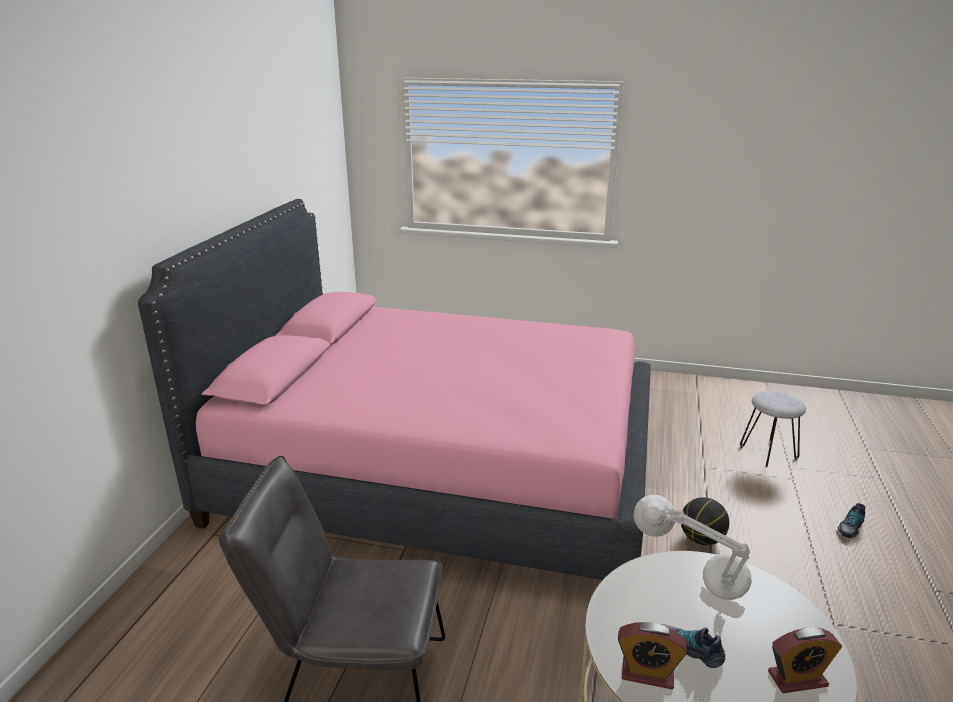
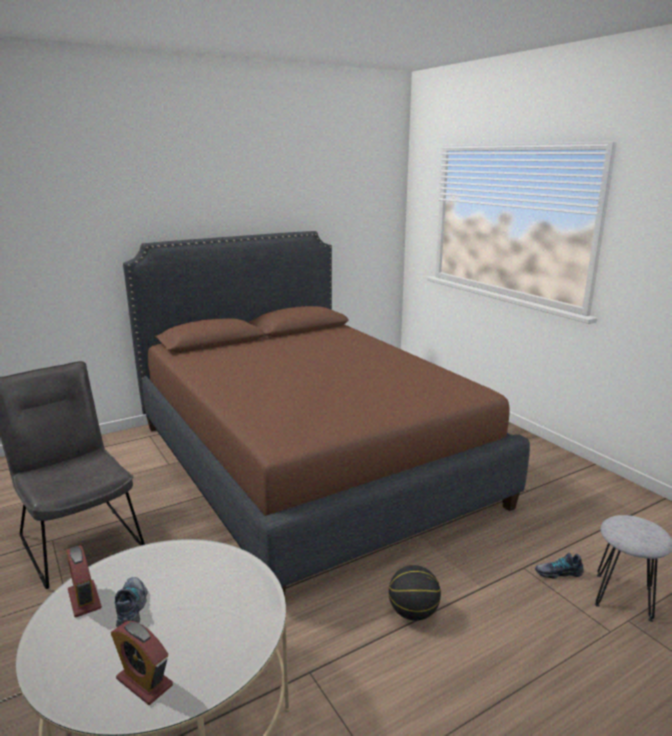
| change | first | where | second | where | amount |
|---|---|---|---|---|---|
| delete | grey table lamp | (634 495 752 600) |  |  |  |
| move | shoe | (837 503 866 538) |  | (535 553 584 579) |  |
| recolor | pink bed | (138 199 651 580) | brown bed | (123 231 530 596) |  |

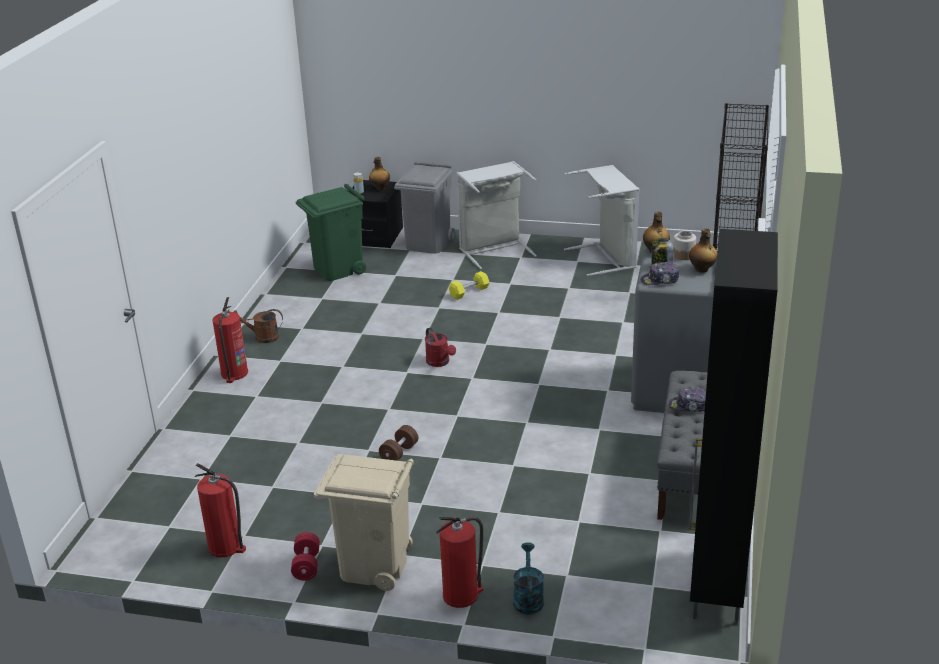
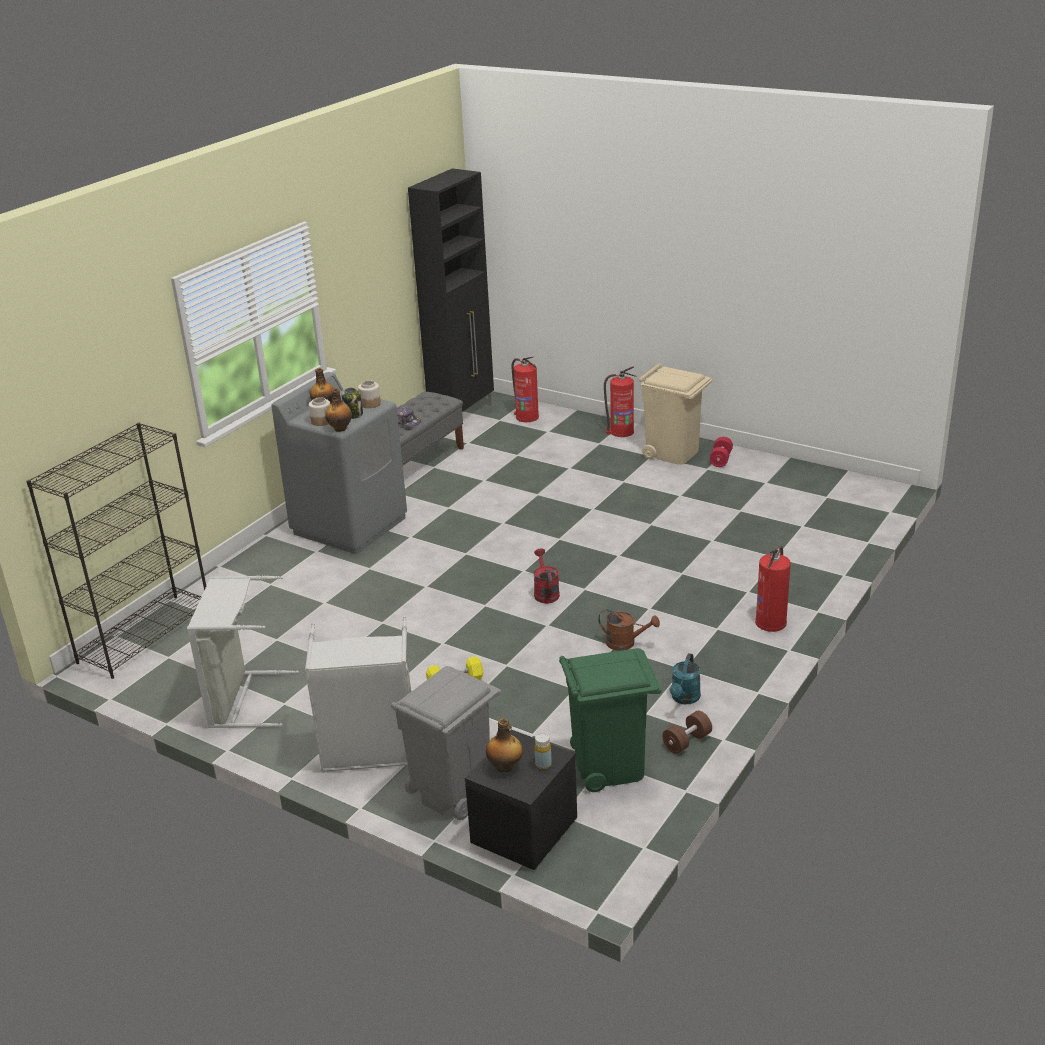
| change | first | where | second | where | amount |
|---|---|---|---|---|---|
| move | fire extinguisher | (195 463 246 558) |  | (512 357 539 422) |  |
| move | brown watering can | (233 309 283 343) |  | (598 609 660 651) |  |
| move | brown dumbbell | (379 425 418 461) |  | (662 711 712 754) |  |
| move | turquoise watering can | (513 542 544 614) |  | (670 653 701 704) |  |
| replace | cap | (641 262 679 285) | jar | (358 380 381 408) |  |

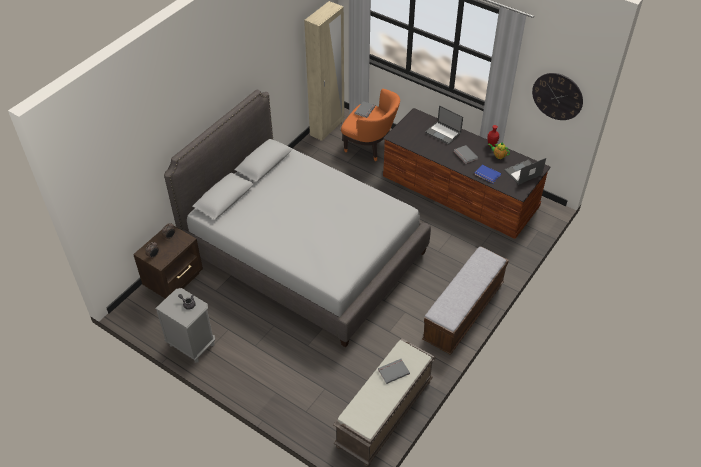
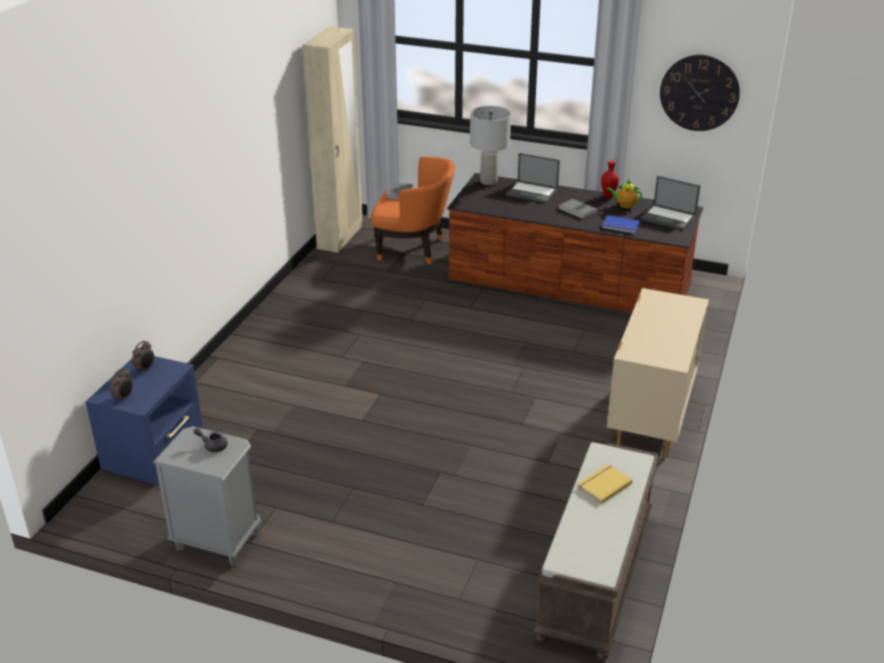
| change | first | where | second | where | amount |
|---|---|---|---|---|---|
| delete | grey bed | (164 90 431 347) |  |  |  |
| insert |  |  | grey table lamp | (470 106 511 185) |  |
| replace | bench | (422 246 509 355) | beige dresser | (607 288 709 458) |  |
| recolor | brown nightstand | (133 224 203 299) | blue nightstand | (86 356 203 485) |  |
| recolor | grey book | (378 359 410 384) | yellow book | (577 464 633 504) |  |
| rotate | laptop | (504 158 546 185) |  | (641 176 700 230) | 105 degrees counterclockwise |

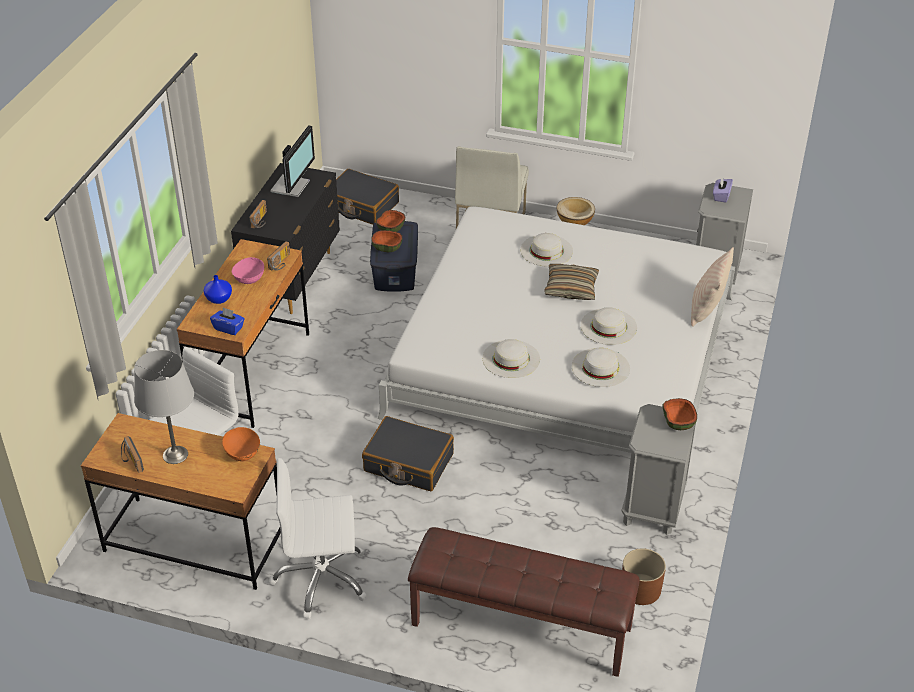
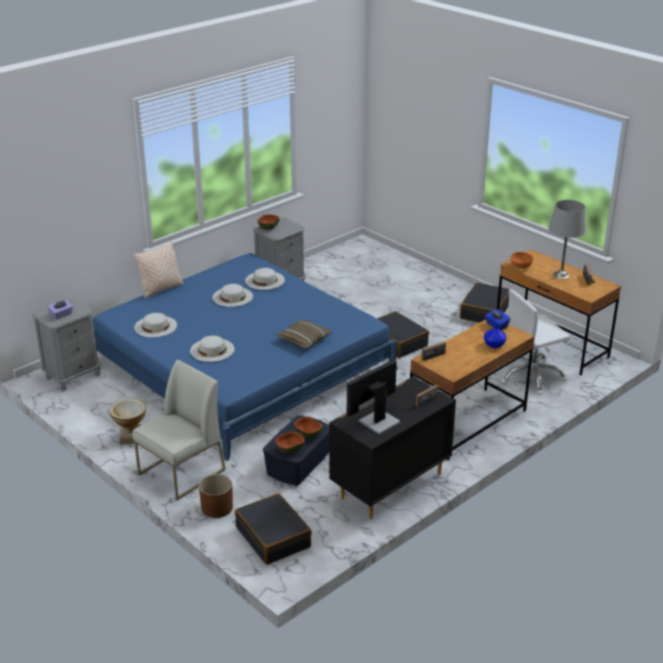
| change | first | where | second | where | amount |
|---|---|---|---|---|---|
| delete | pink bowl | (231 257 264 284) |  |  |  |
| delete | brown bench | (408 527 640 677) |  |  |  |
| move | white hat | (482 339 540 378) |  | (134 313 177 337) |  |
| move | pillow | (544 264 599 300) |  | (276 320 331 349) |  |
| move | brown planter | (622 548 666 605) |  | (199 474 233 518) |  |
| replace | white office chair | (269 458 367 619) | black suitcase | (460 282 509 323) |  |
| recolor | white bed | (378 206 735 485) | blue bed | (93 253 398 461) |  |

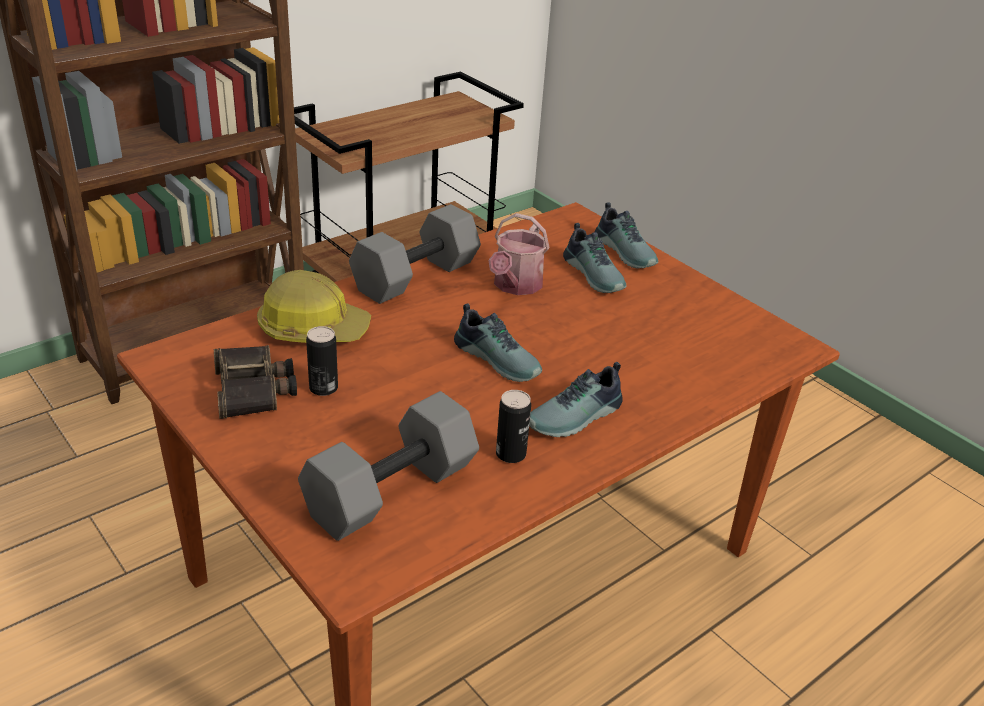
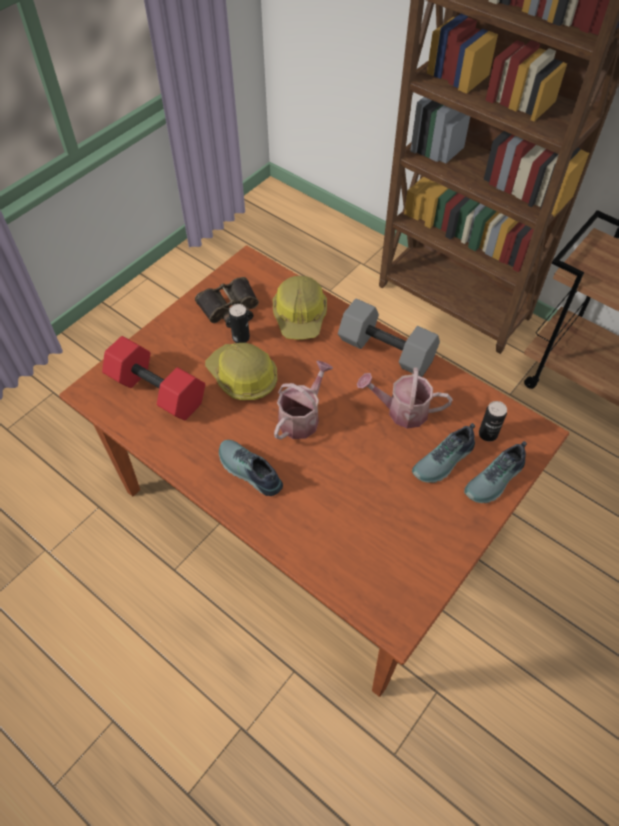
| change | first | where | second | where | amount |
|---|---|---|---|---|---|
| insert |  |  | hard hat | (205 343 277 400) |  |
| move | can | (496 390 531 463) |  | (479 401 507 442) |  |
| replace | shoe | (454 303 542 382) | watering can | (274 361 333 440) |  |
| recolor | grey dumbbell | (298 391 479 541) | red dumbbell | (102 336 205 420) |  |

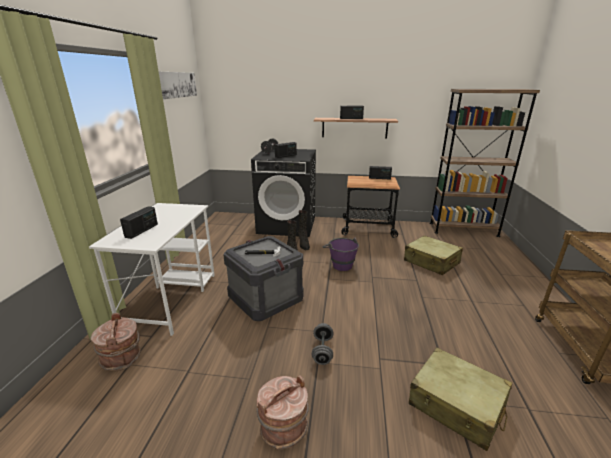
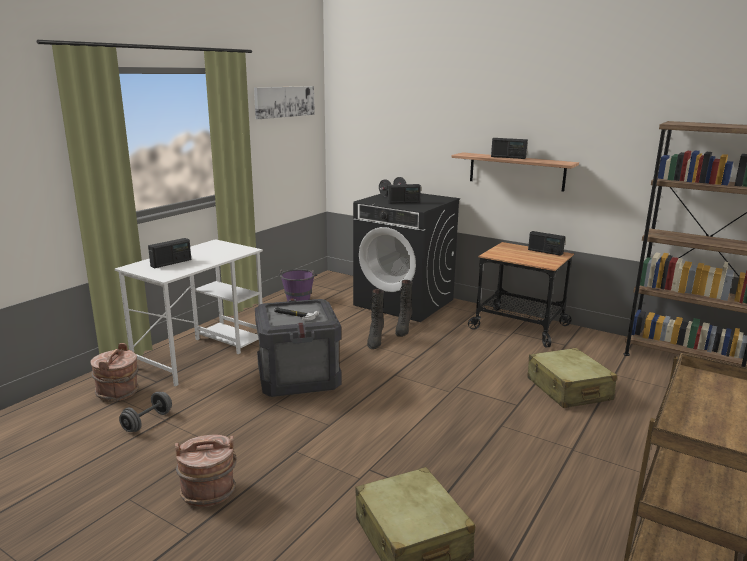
| change | first | where | second | where | amount |
|---|---|---|---|---|---|
| move | grey dumbbell | (312 323 333 365) |  | (119 392 172 432) |  |
| move | purple bucket | (323 238 359 271) |  | (279 269 318 301) |  |

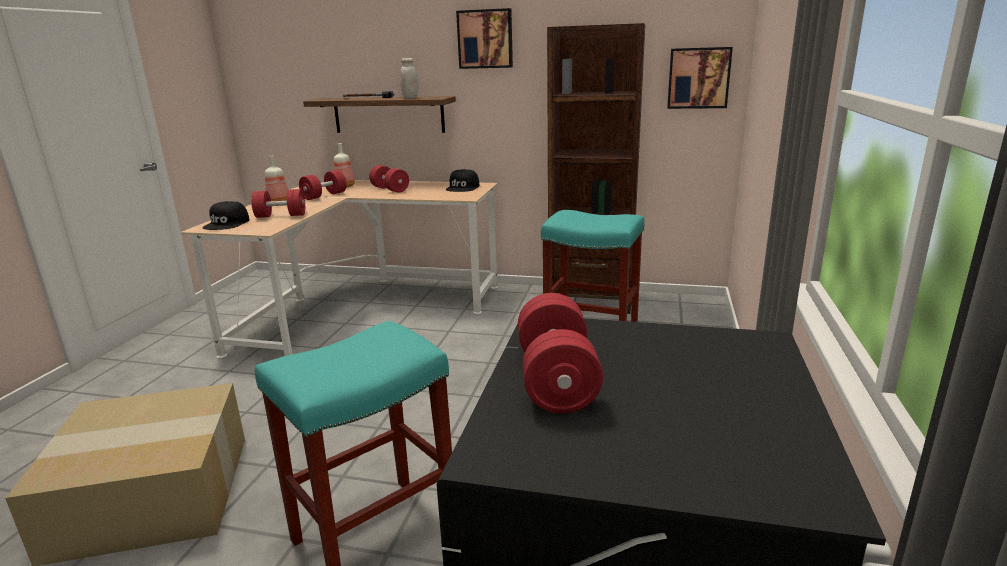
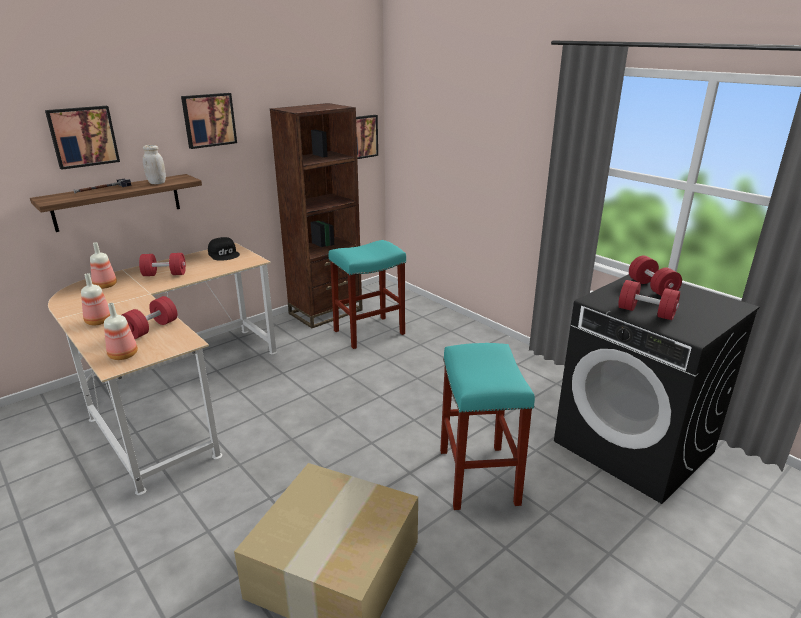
| change | first | where | second | where | amount |
|---|---|---|---|---|---|
| insert |  |  | picture | (45 106 120 170) |  |
| move | red dumbbell | (299 170 347 200) |  | (629 256 682 296) |  |
| replace | black cap | (203 201 249 230) | bottle | (104 303 138 360) |  |

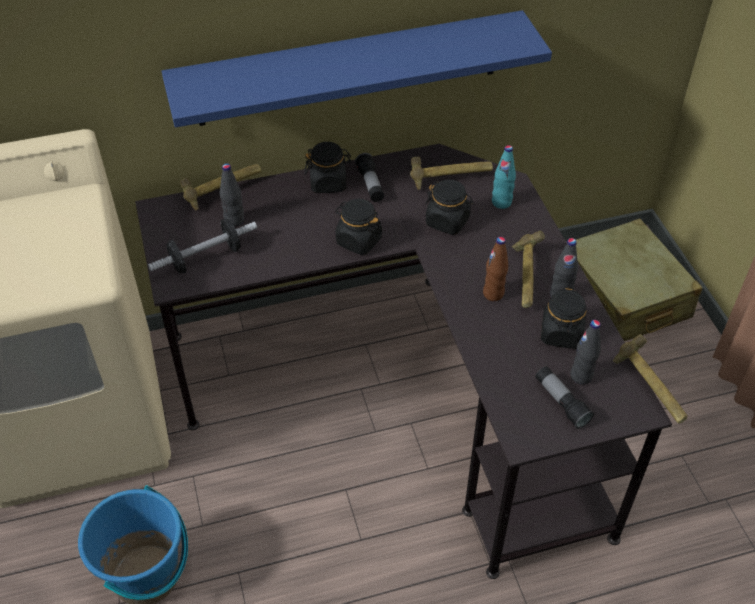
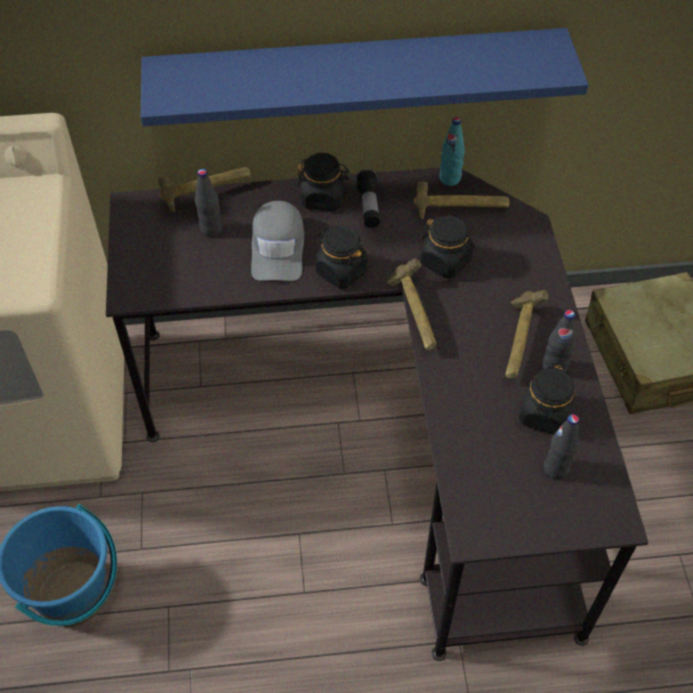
| change | first | where | second | where | amount |
|---|---|---|---|---|---|
| delete | dumbbell | (148 219 257 274) |  |  |  |
| delete | brown bottle | (483 237 508 301) |  |  |  |
| delete | flashlight | (535 366 594 429) |  |  |  |
| insert |  |  | grey cap | (251 201 304 281) |  |
| move | turquoise bottle | (492 145 516 209) |  | (439 117 465 186) |  |
| move | hammer | (613 334 687 424) |  | (387 258 436 350) |  |

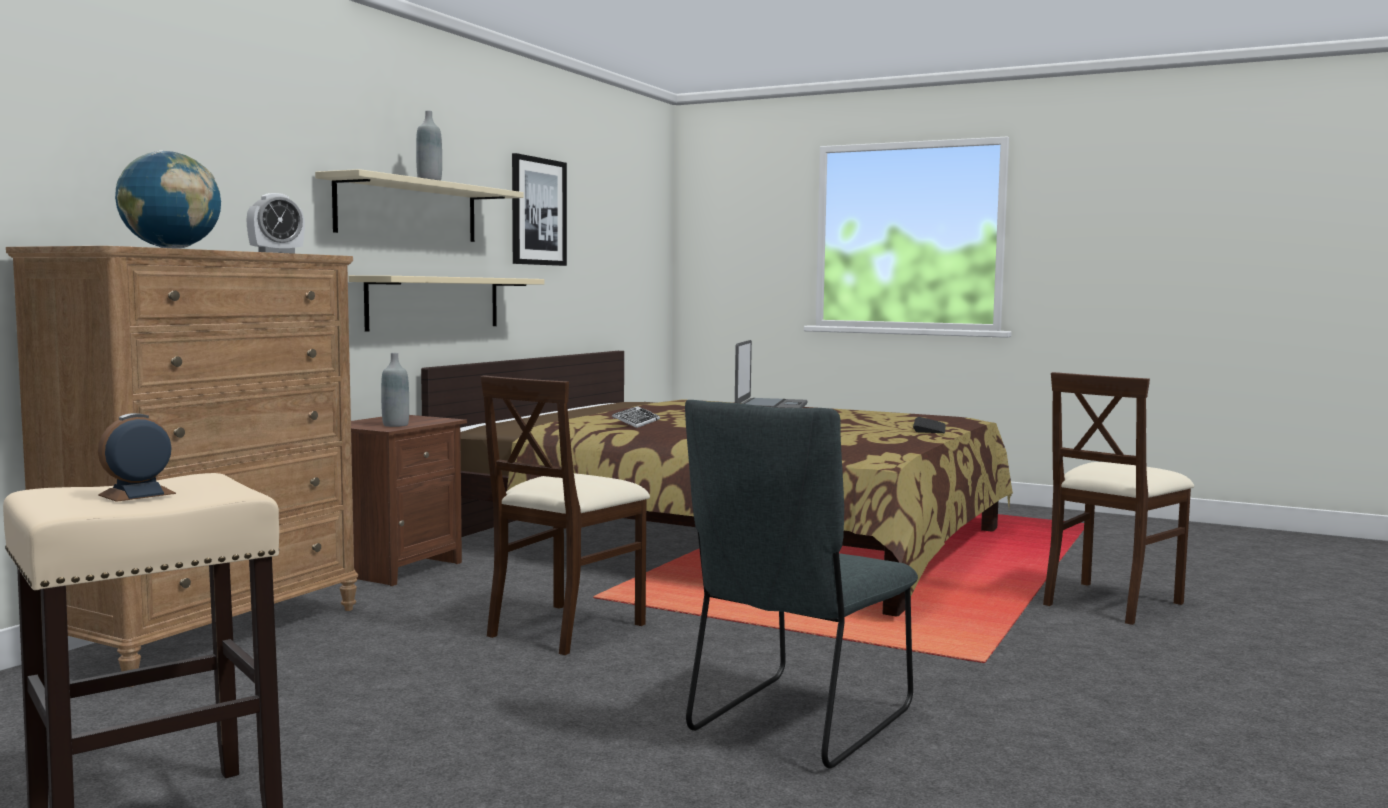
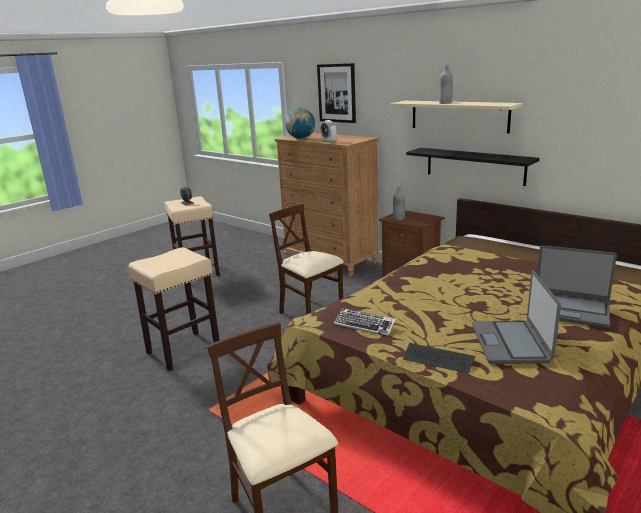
| change | first | where | second | where | amount |
|---|---|---|---|---|---|
| insert |  |  | laptop | (472 270 561 364) |  |
| move | picture | (512 153 567 266) |  | (317 63 356 123) |  |
| move | keyboard | (612 406 660 428) |  | (334 308 396 336) |  |
| replace | grey chair | (685 400 918 769) | beige stool | (128 247 220 371) |  |
| recolor | beige shelf | (348 275 544 332) | black shelf | (406 148 540 186) |  |

